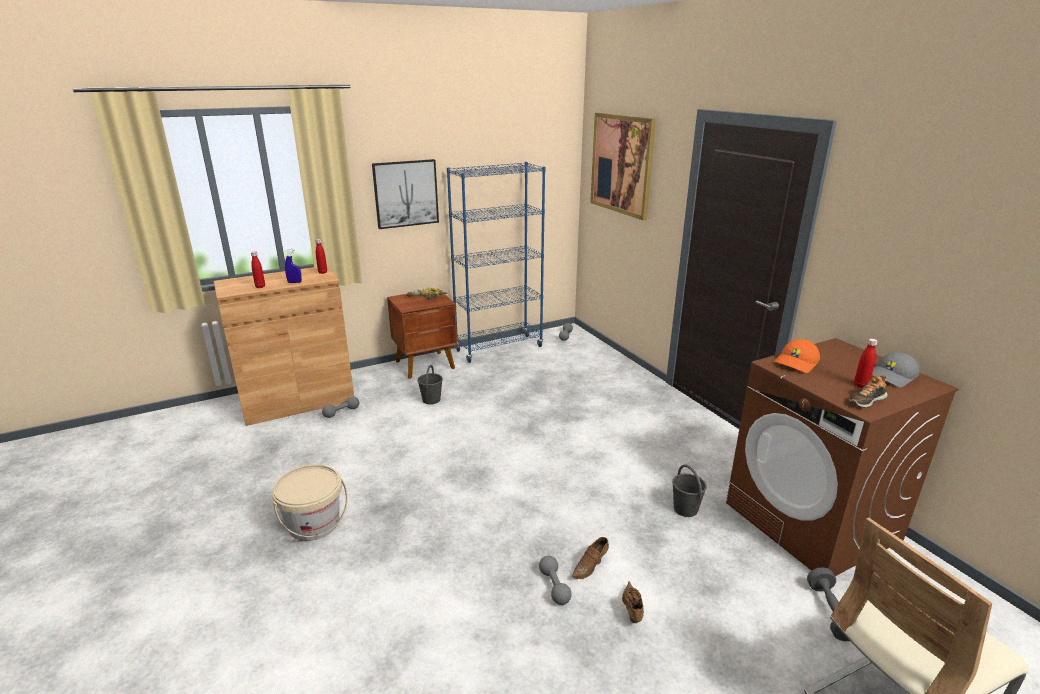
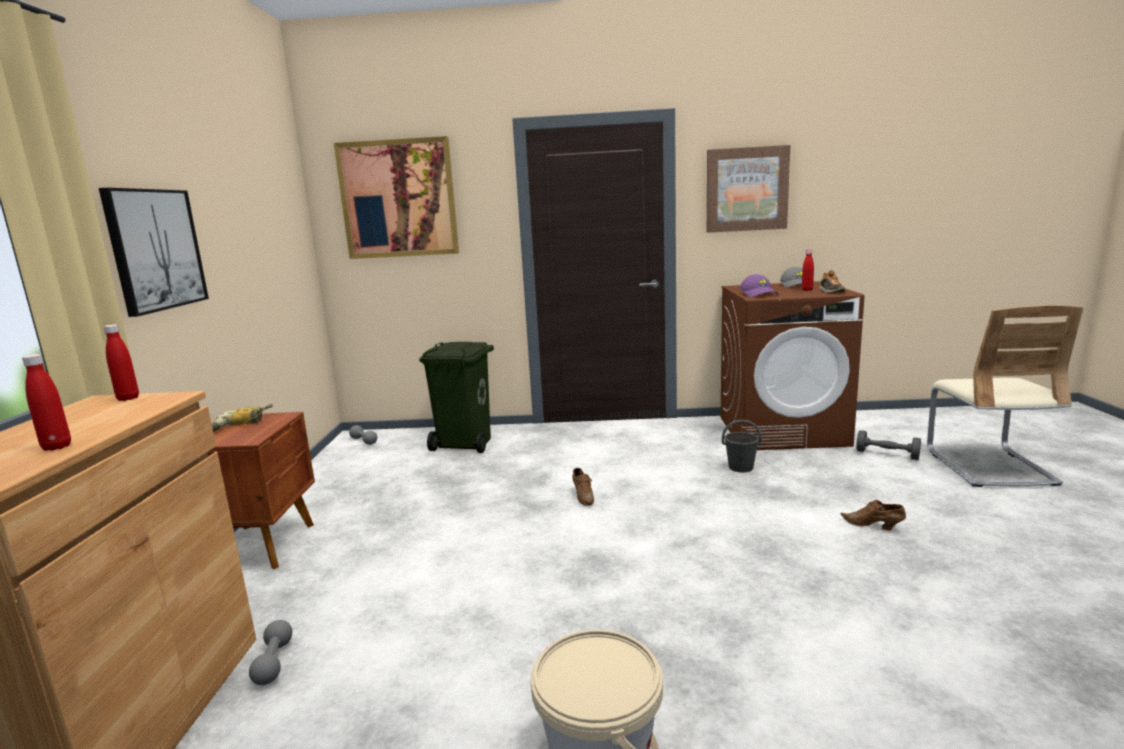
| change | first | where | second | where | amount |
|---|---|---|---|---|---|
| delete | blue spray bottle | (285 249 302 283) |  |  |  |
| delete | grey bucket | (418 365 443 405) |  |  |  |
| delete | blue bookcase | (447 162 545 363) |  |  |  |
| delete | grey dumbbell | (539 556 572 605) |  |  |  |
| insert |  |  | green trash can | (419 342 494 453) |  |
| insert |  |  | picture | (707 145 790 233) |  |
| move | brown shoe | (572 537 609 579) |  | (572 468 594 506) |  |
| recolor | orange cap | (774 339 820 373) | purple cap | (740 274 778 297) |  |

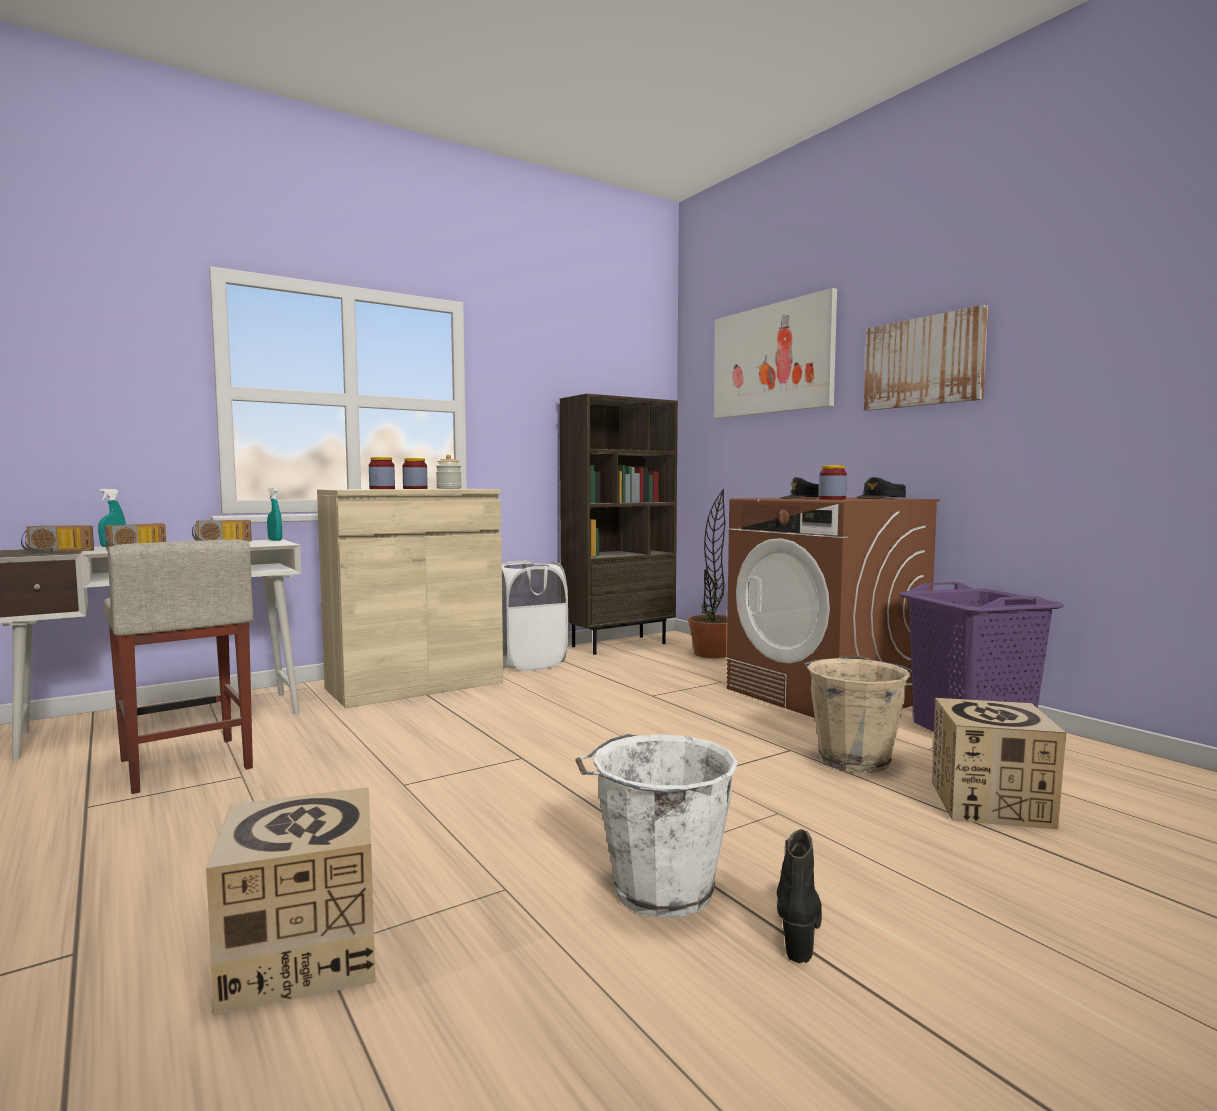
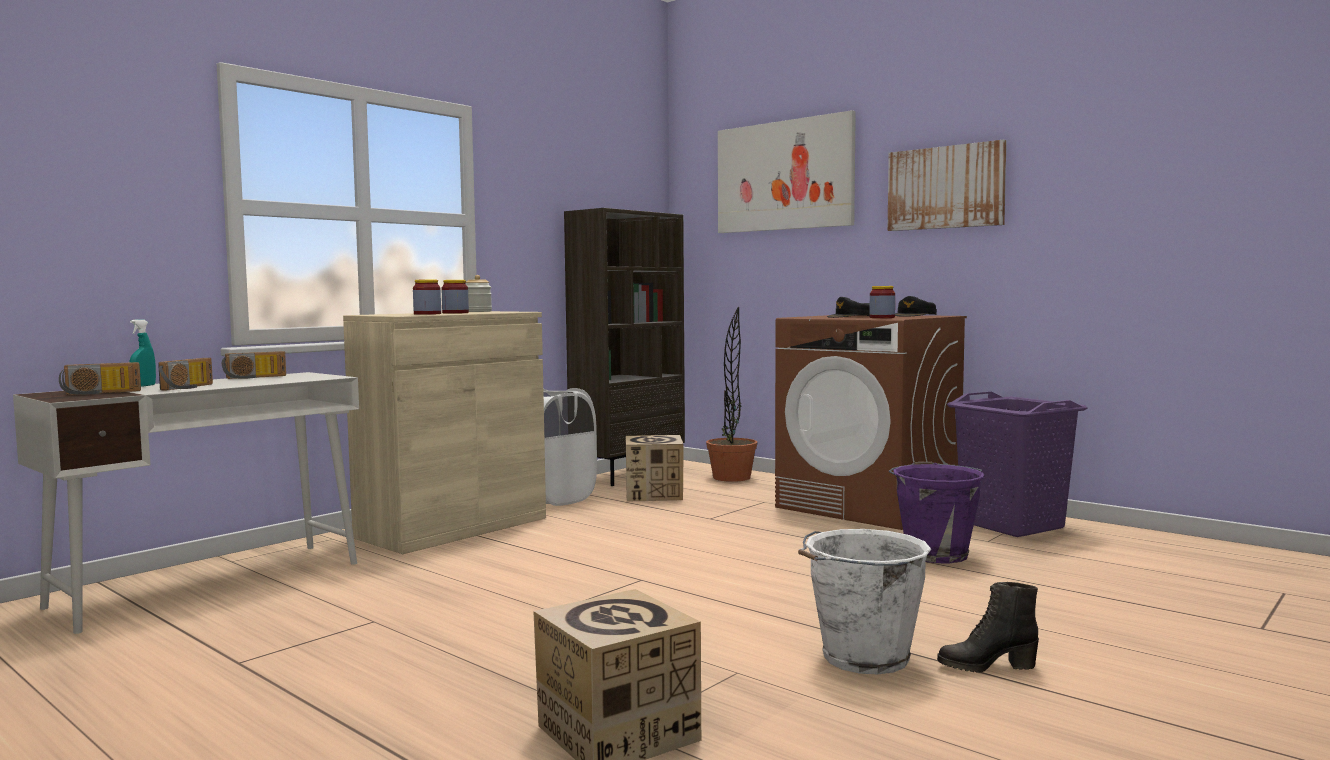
| change | first | where | second | where | amount |
|---|---|---|---|---|---|
| delete | beige stool | (104 540 253 794) |  |  |  |
| delete | turquoise spray bottle | (267 488 282 541) |  |  |  |
| move | cardboard box | (932 698 1066 829) |  | (626 435 684 502) |  |
| recolor | beige bucket | (804 655 913 773) | purple bucket | (889 462 985 564) |  |
| rotate | black boot | (777 829 822 964) |  | (937 582 1039 673) | 90 degrees counterclockwise |

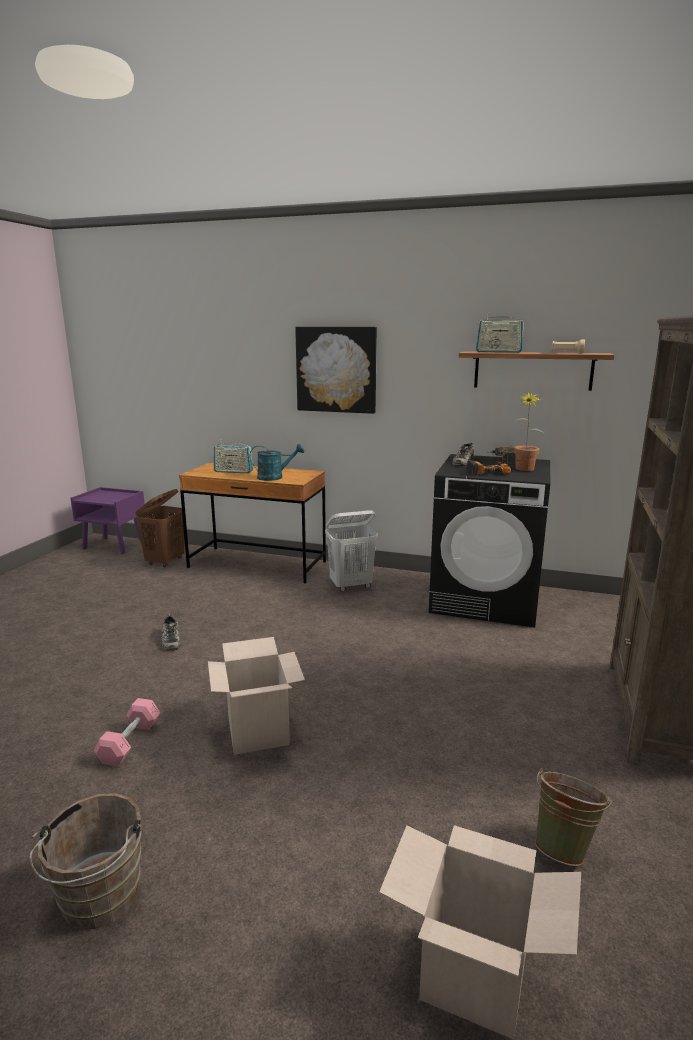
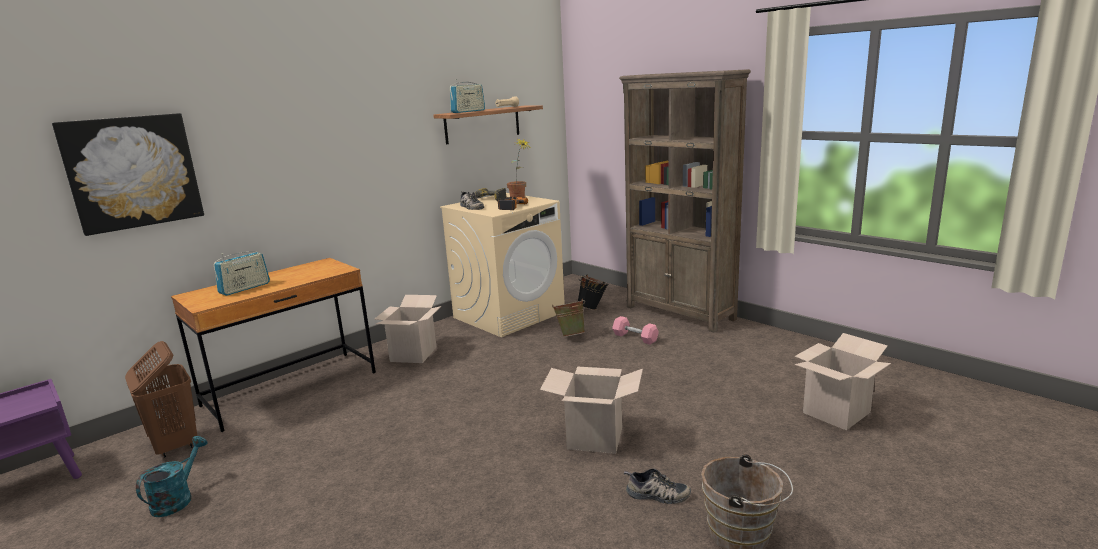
| change | first | where | second | where | amount |
|---|---|---|---|---|---|
| insert |  |  | black bucket | (578 275 608 310) |  |
| move | pink dumbbell | (94 698 160 766) |  | (612 316 659 345) |  |
| move | shoe | (161 613 181 651) |  | (624 468 691 504) |  |
| move | turquoise watering can | (250 444 304 481) |  | (136 436 208 517) |  |
| move | picture | (295 327 377 414) |  | (52 113 204 236) |  |
| move | green bucket | (535 768 612 866) |  | (552 299 585 337) |  |
| replace | white laundry basket | (325 510 378 592) | cardboard box | (374 295 441 363) |  |
| recolor | black washing machine | (429 454 550 627) | beige washing machine | (440 193 565 337) |  |

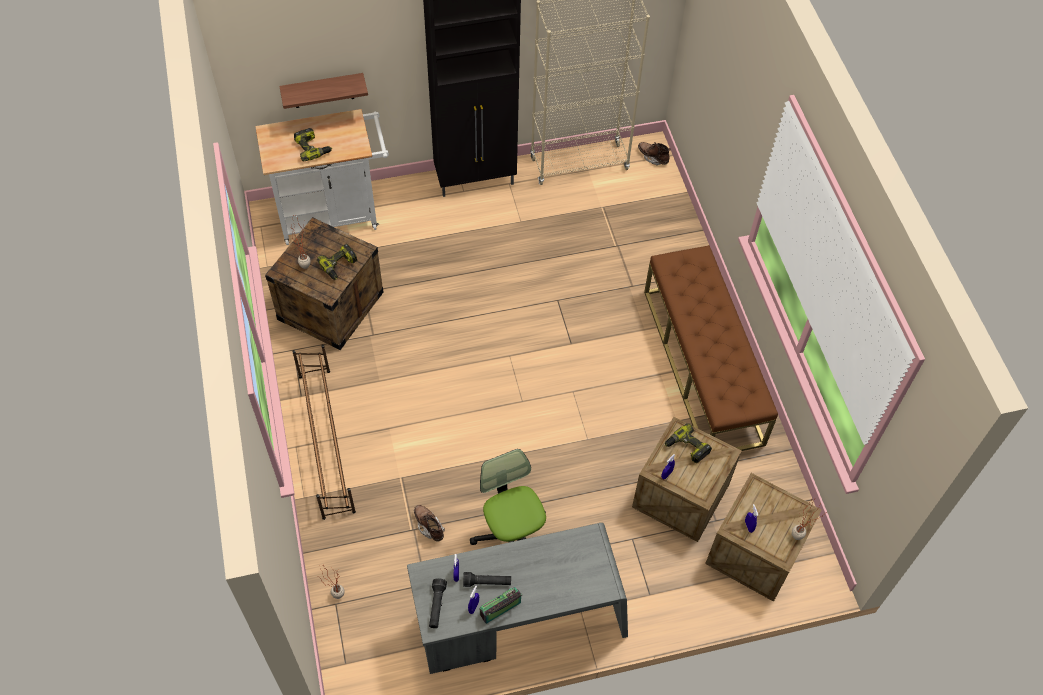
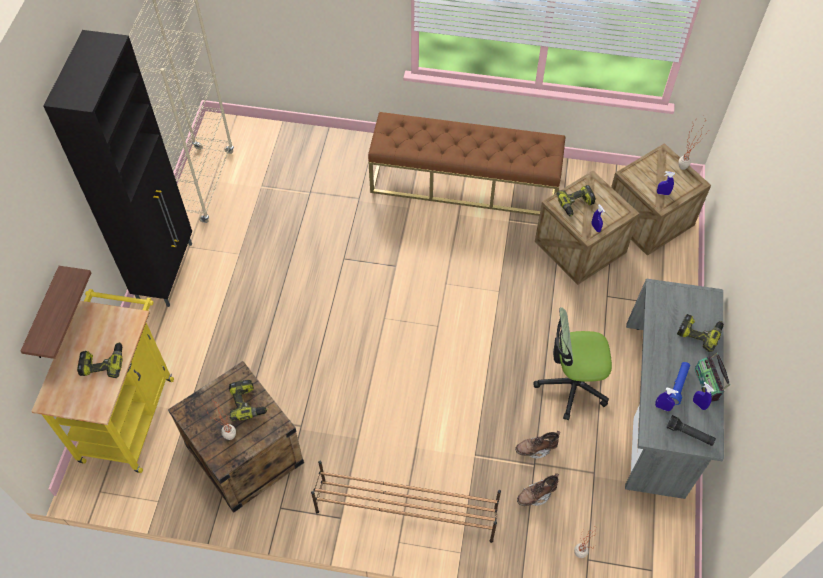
| change | first | where | second | where | amount |
|---|---|---|---|---|---|
| insert |  |  | power drill | (677 314 724 352) |  |
| move | brown boot | (638 142 671 166) |  | (517 473 559 506) |  |
| recolor | white cart | (255 109 389 245) | yellow cart | (31 289 174 473) |  |
| recolor | black flashlight | (463 572 511 587) | blue flashlight | (670 362 690 405) |  |

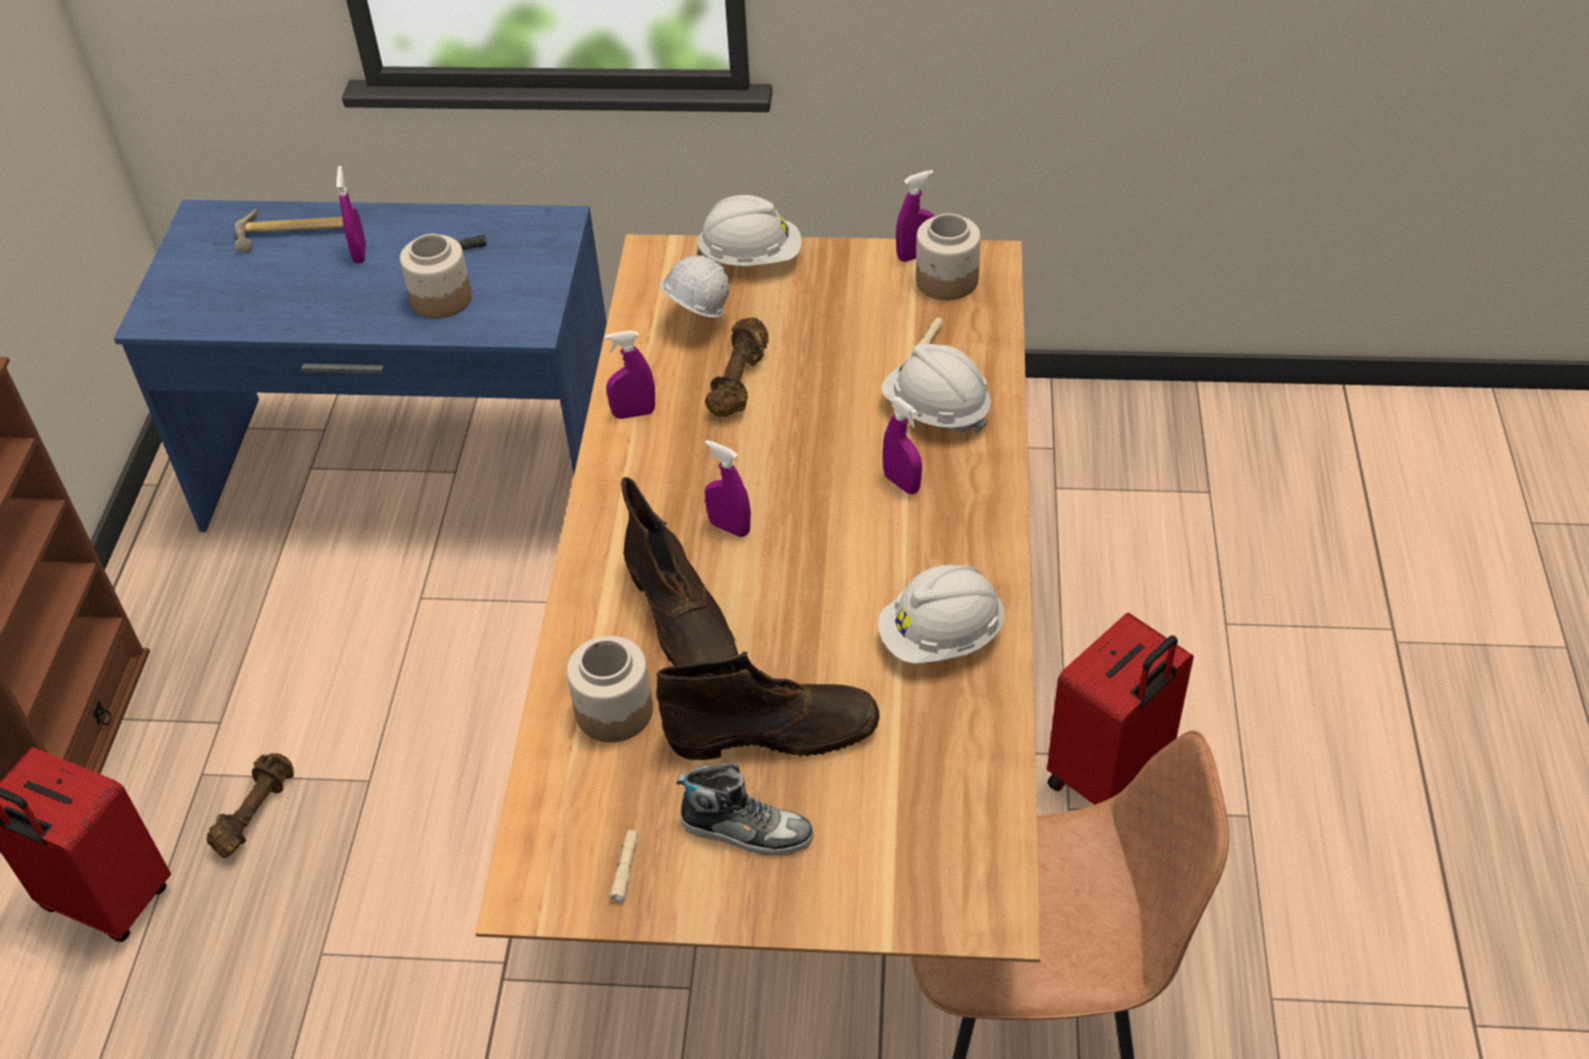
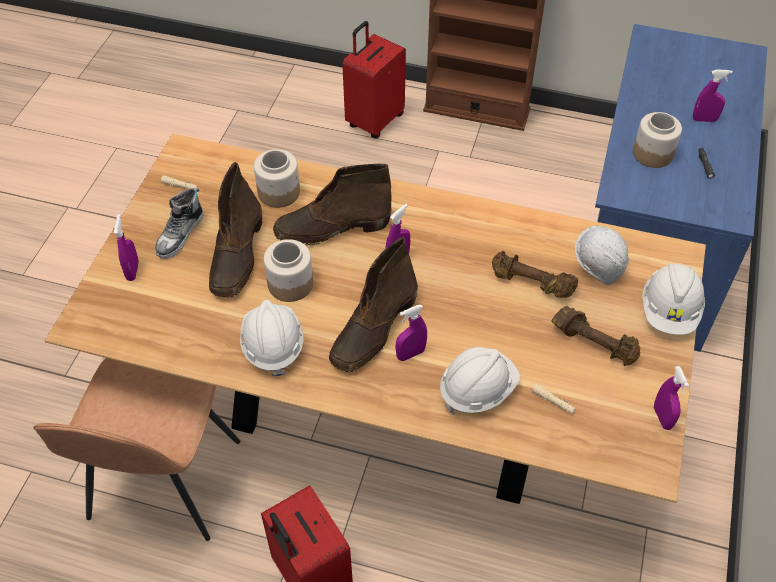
| change | first | where | second | where | amount |
|---|---|---|---|---|---|
| delete | hammer | (234 209 344 253) |  |  |  |
| insert |  |  | brown boot | (329 237 418 372) |  |
| move | brown dumbbell | (207 753 294 858) |  | (551 306 640 366) |  |
| move | purple spray bottle | (605 330 655 419) |  | (114 214 139 281) |  |
| move | jar | (916 214 981 300) |  | (264 239 313 302) |  |

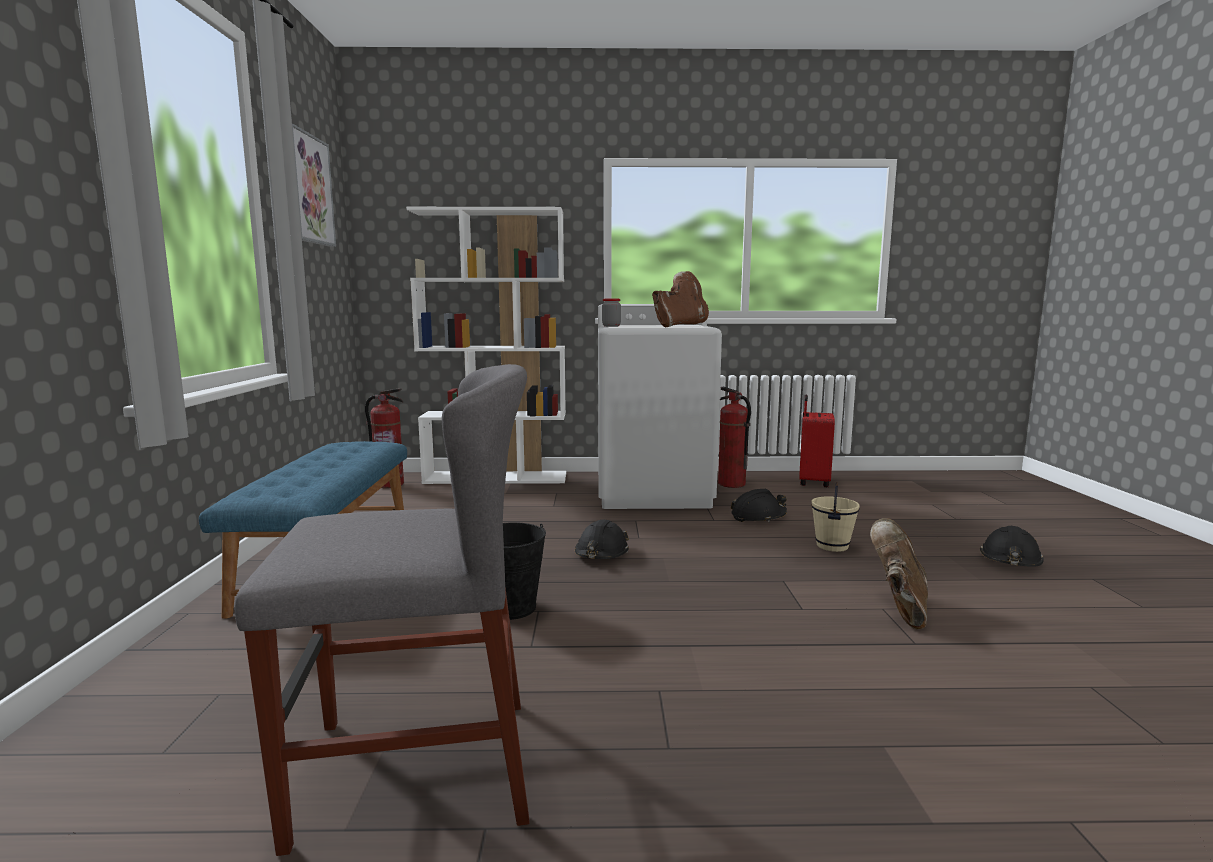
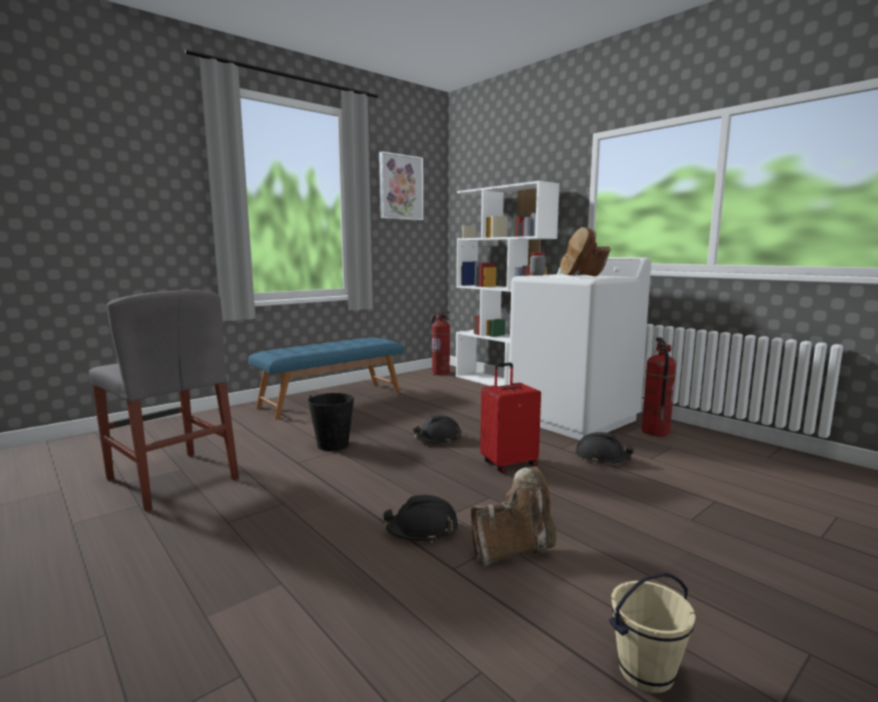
| change | first | where | second | where | amount |
|---|---|---|---|---|---|
| move | red suitcase | (800 395 835 487) |  | (480 362 541 473) |  |
| move | beige bucket | (811 482 860 552) |  | (609 572 696 693) |  |
| move | black hard hat | (980 526 1044 567) |  | (383 495 458 543) |  |
| rotate | brown boot | (652 271 709 327) |  | (560 227 610 276) | 135 degrees clockwise |

